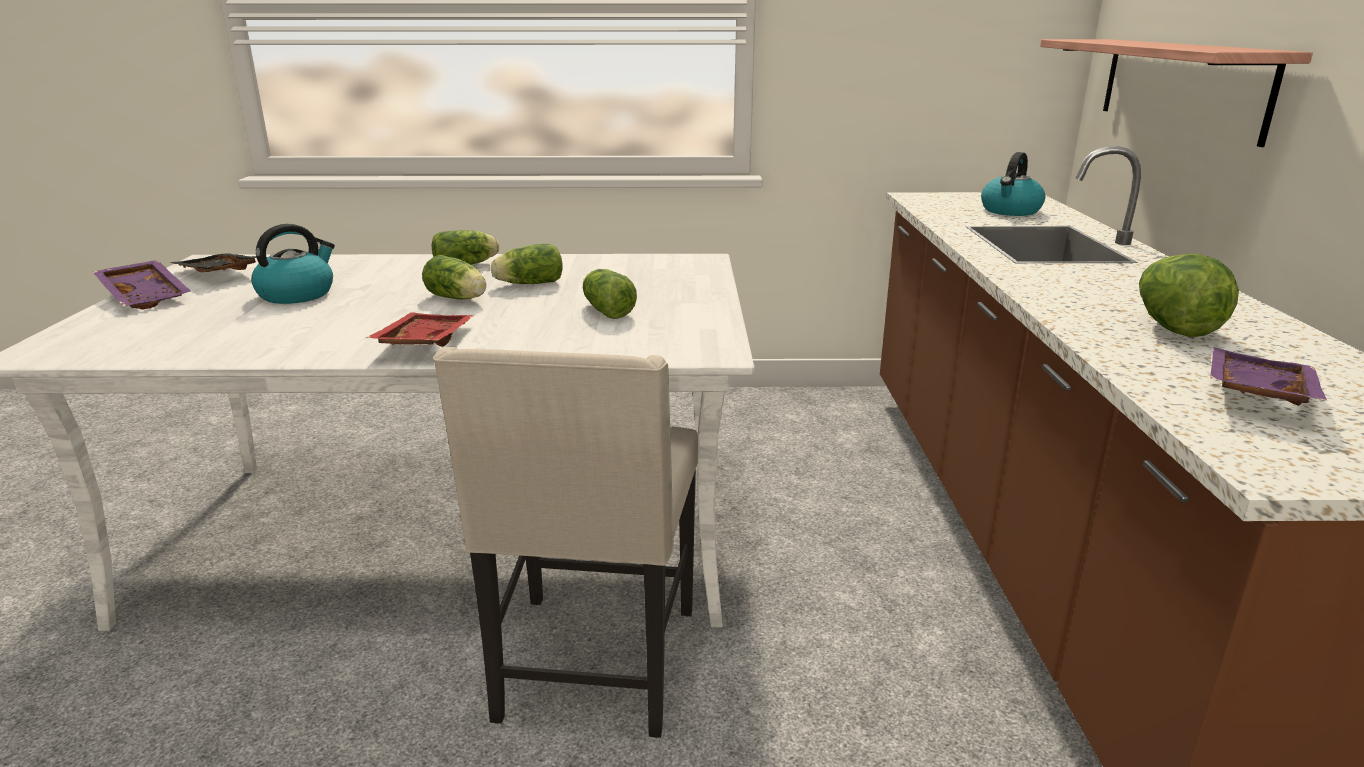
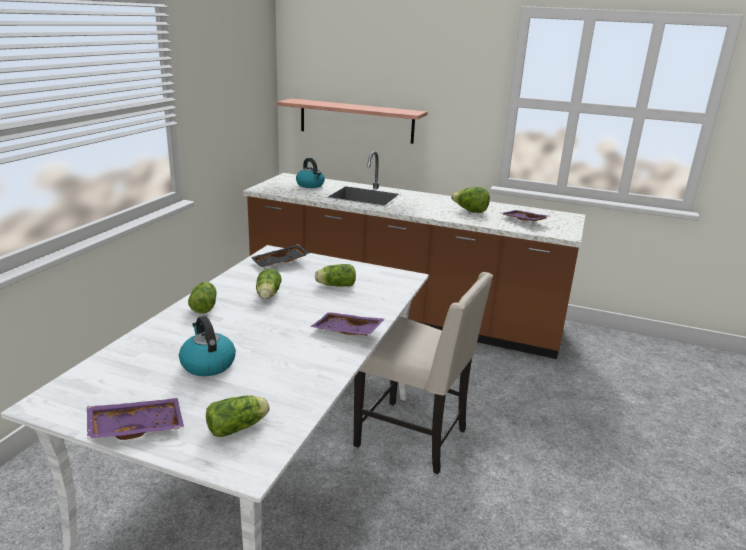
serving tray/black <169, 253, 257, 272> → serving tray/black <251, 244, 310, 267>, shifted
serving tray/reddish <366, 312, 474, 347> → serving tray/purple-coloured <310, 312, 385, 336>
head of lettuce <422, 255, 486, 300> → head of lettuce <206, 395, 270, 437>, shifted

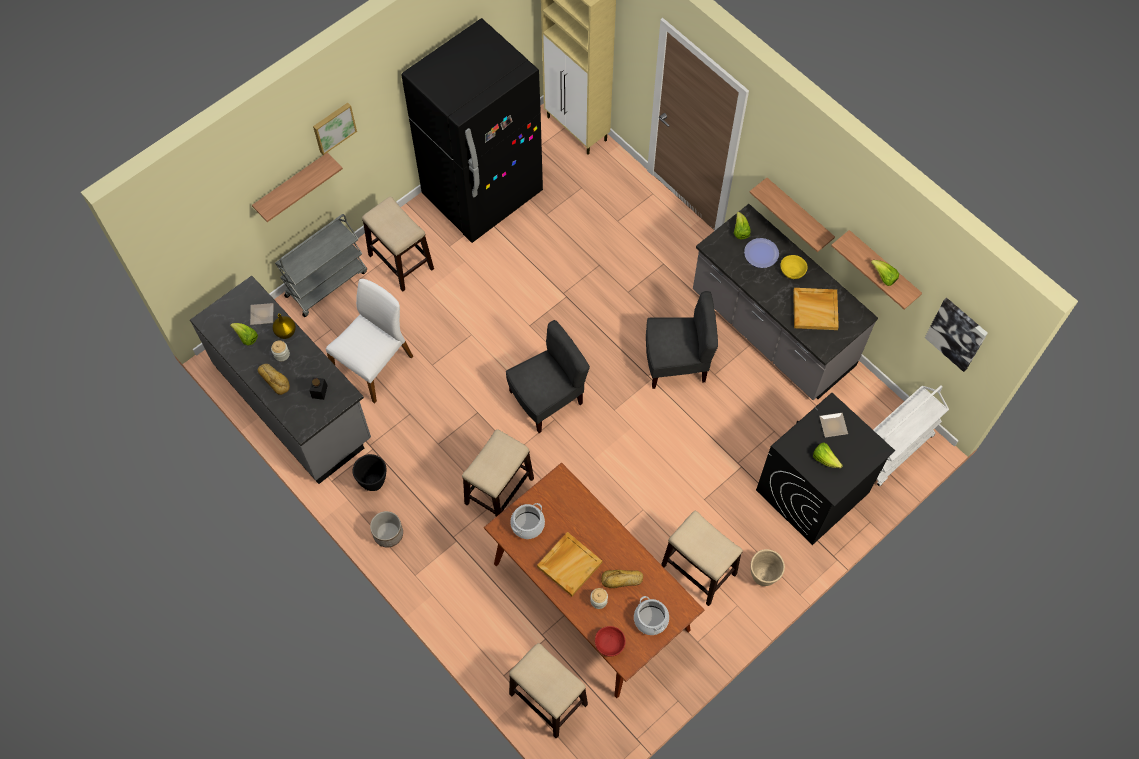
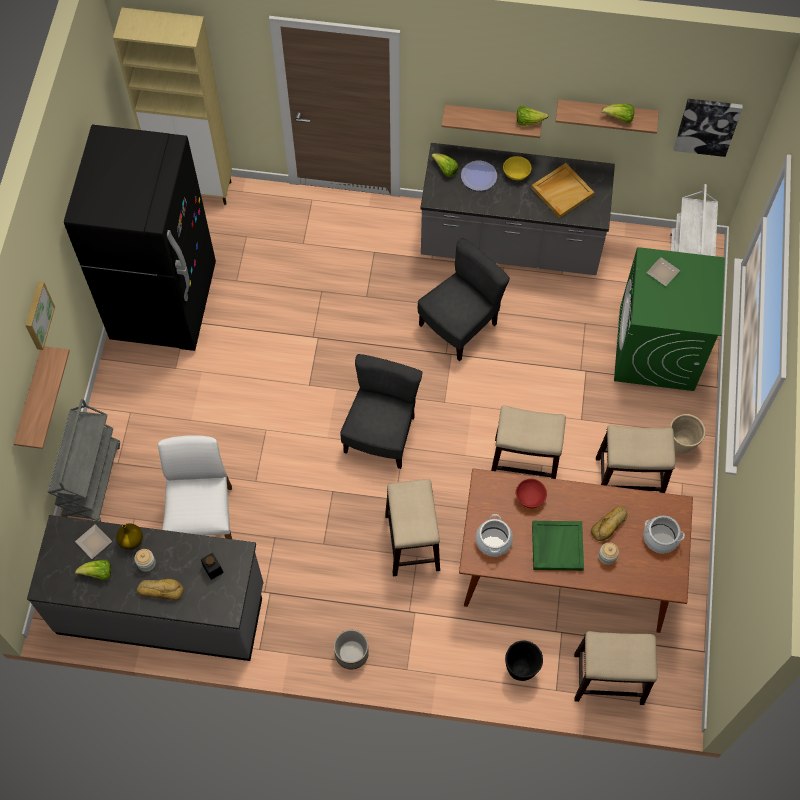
flower pot/black <353, 454, 386, 491> → flower pot/black <505, 641, 543, 681>, shifted
stool seat <362, 196, 434, 292> → stool seat <491, 405, 566, 479>, shifted
serving tray/sand-coloured <537, 532, 602, 596> → serving tray/green <532, 521, 584, 571>
deep dish/reddish <595, 626, 626, 657> → deep dish/reddish <516, 479, 547, 508>, shifted
laundry appliance/black <756, 393, 895, 545> → laundry appliance/green <614, 247, 725, 391>
head of lettuce <813, 443, 843, 468> → head of lettuce <517, 106, 548, 126>, shifted

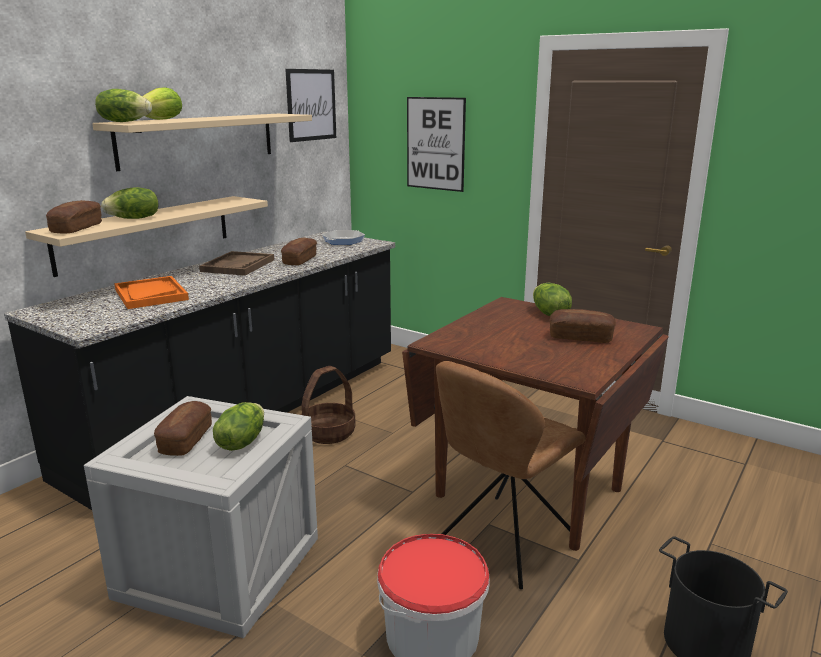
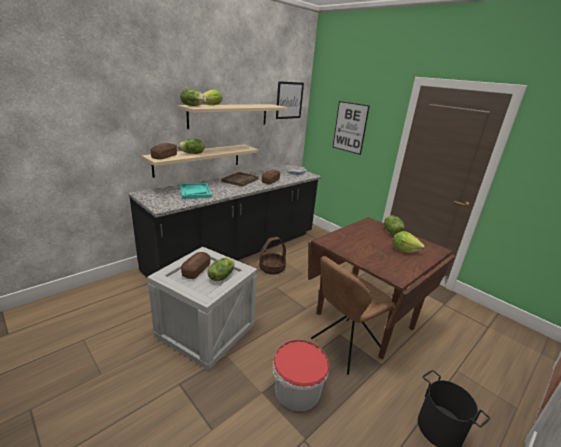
serving tray/orangey <114, 276, 189, 309> → serving tray/turquoise-coloured <180, 183, 212, 199>
bakery bread <550, 309, 616, 343> → head of lettuce <393, 231, 425, 253>

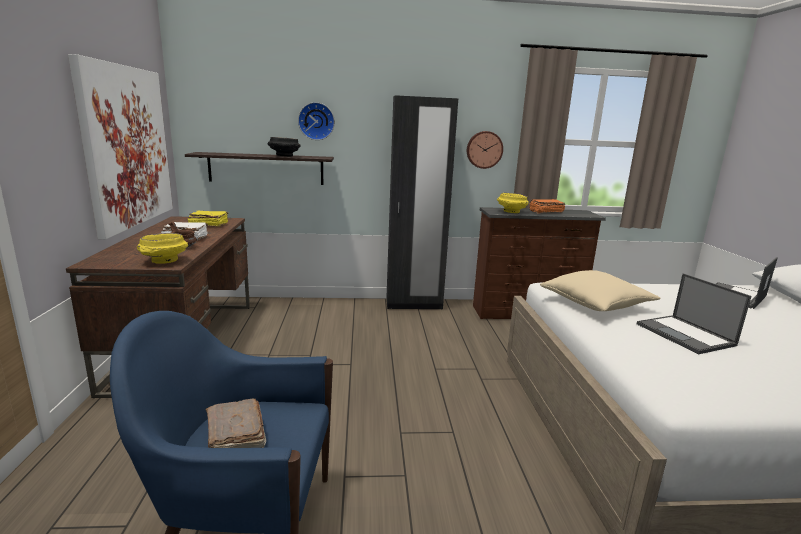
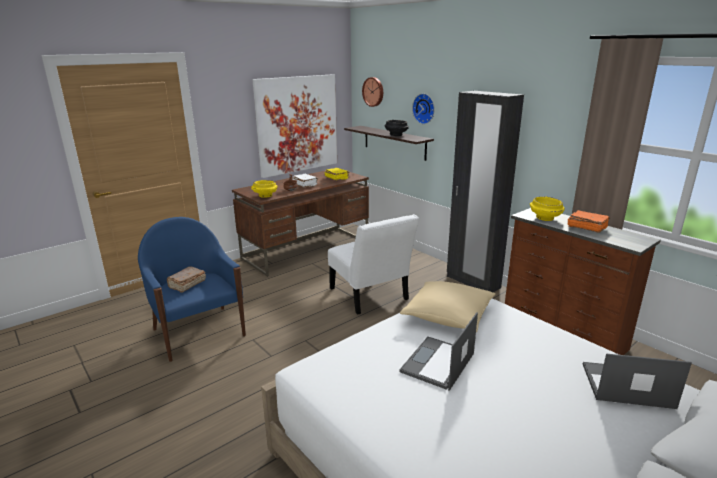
hanging clock <467, 131, 503, 169> → hanging clock <362, 77, 383, 107>, shifted
- → plain chair/white <328, 214, 419, 315>

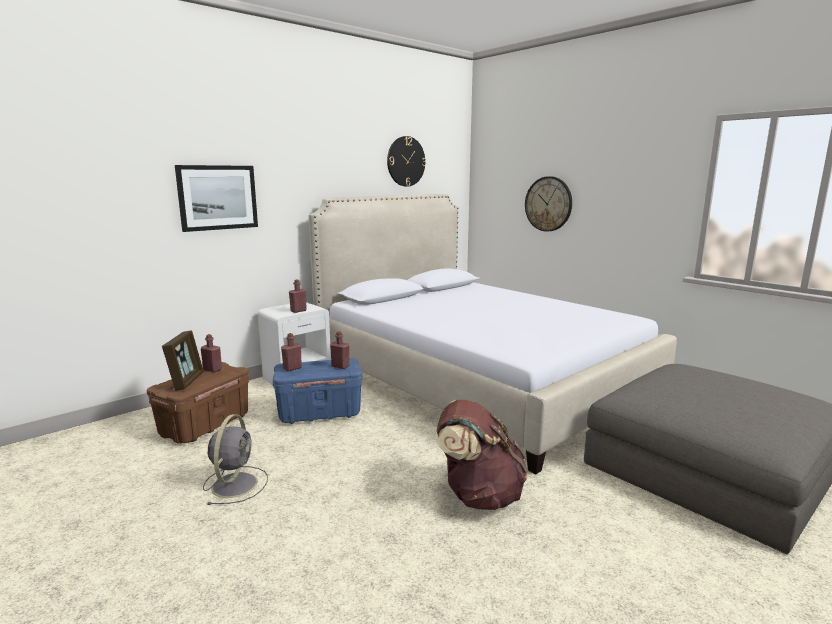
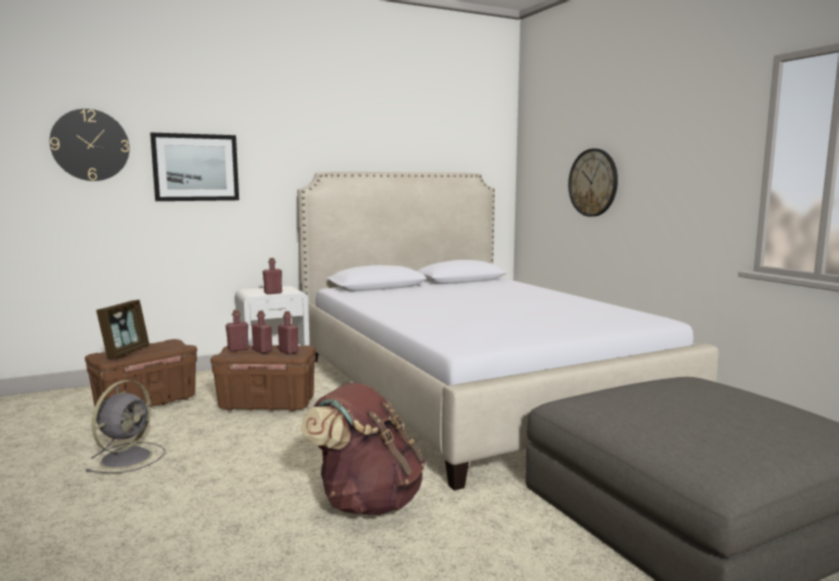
beverage bottle/reddish <201, 334, 222, 373> → beverage bottle/reddish <252, 311, 272, 353>, shifted
storage container/blue-coloured <273, 358, 363, 424> → storage container/brown <211, 345, 316, 411>
hanging clock <387, 136, 426, 187> → hanging clock <50, 109, 129, 181>, shifted

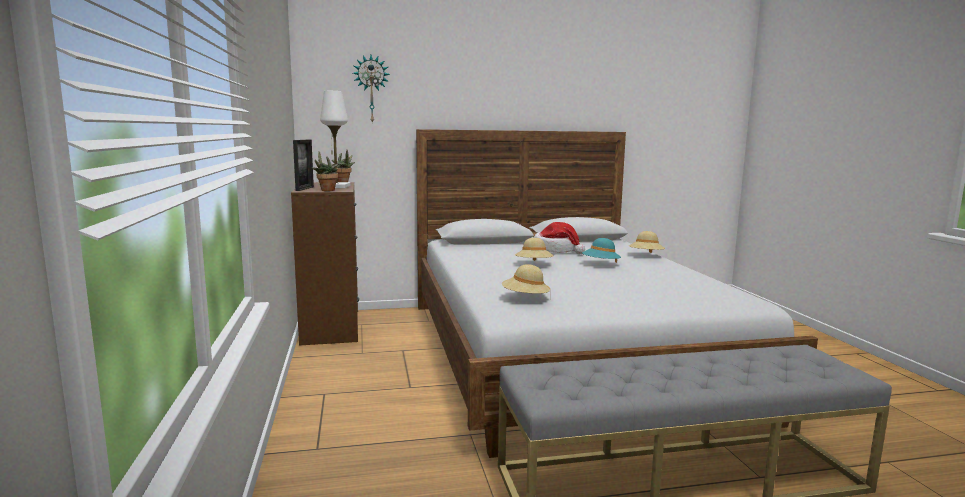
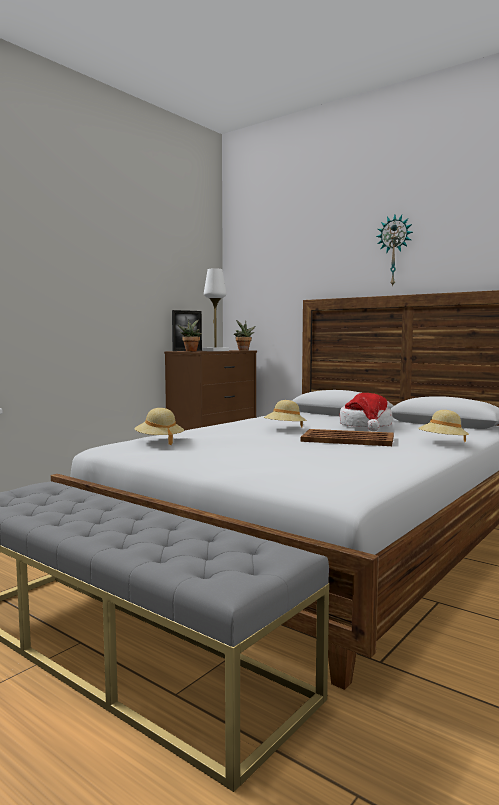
hanging clock <353, 55, 390, 124> → hanging clock <376, 215, 413, 287>, shifted
clothing hat/turquoise-coloured <582, 238, 621, 263> → serving tray/brown <301, 429, 394, 446>

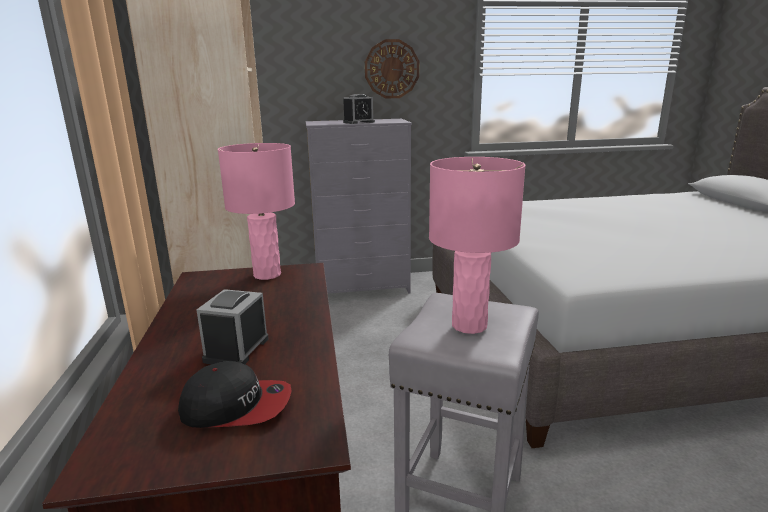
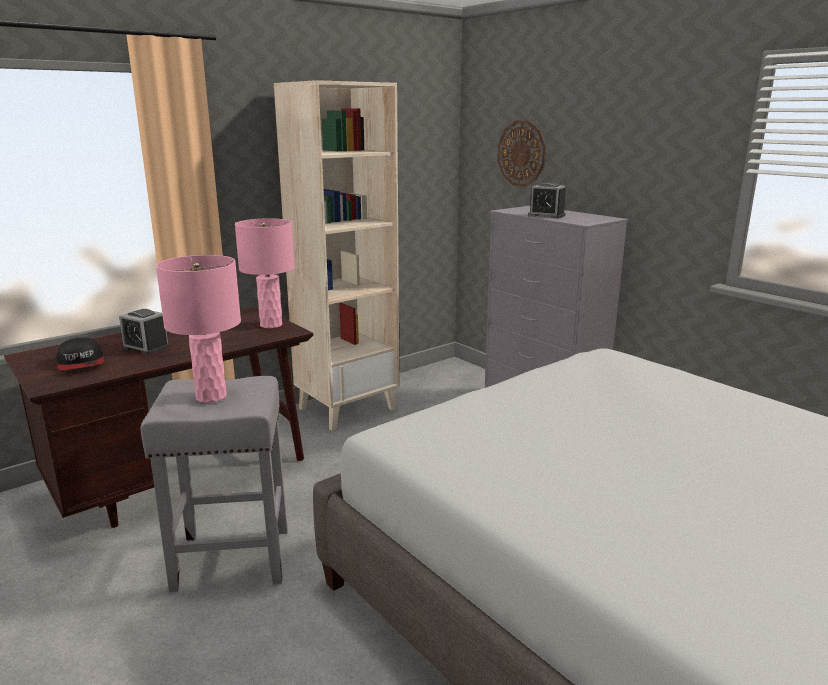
table clock <197, 289, 269, 364> → table clock <119, 309, 170, 355>, 135 degrees counterclockwise
hanging clock <365, 39, 419, 99> → hanging clock <497, 121, 546, 187>, shifted

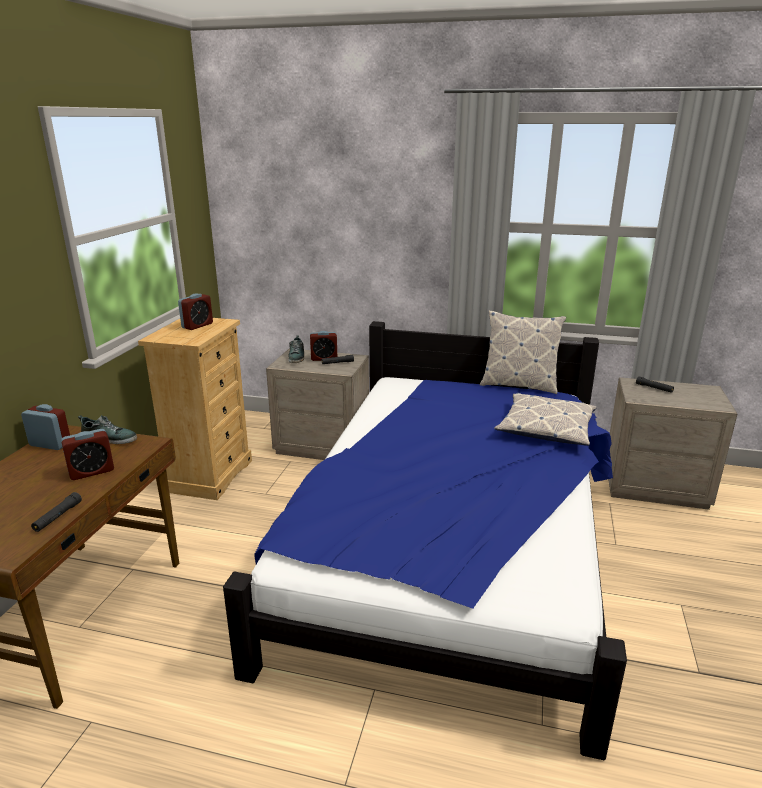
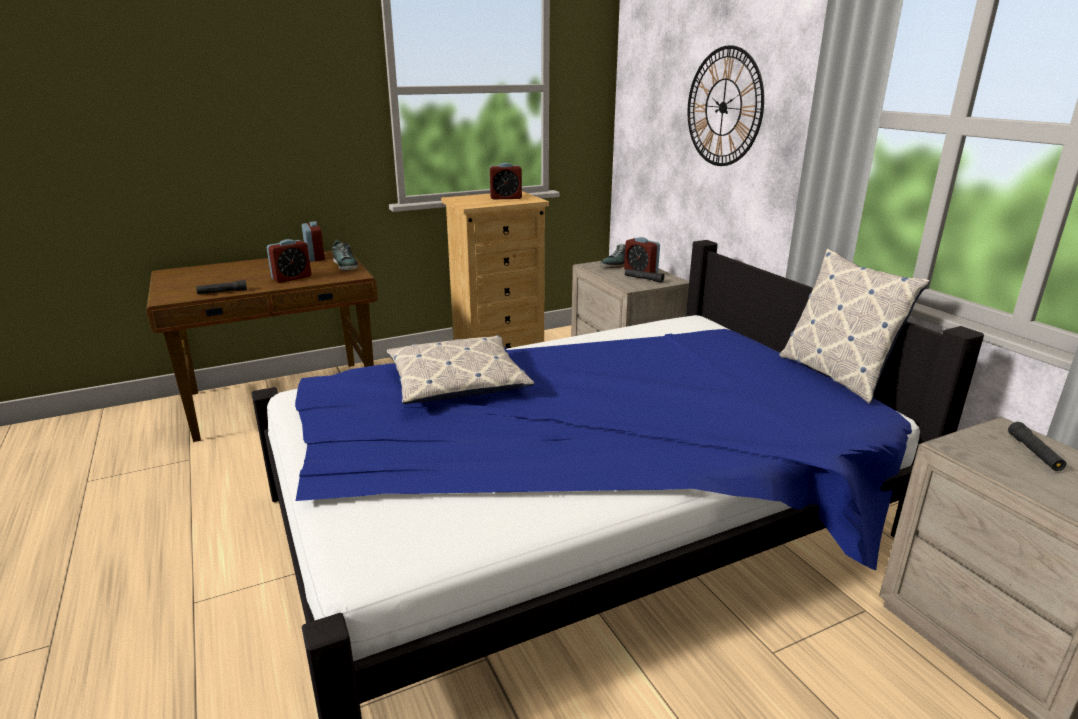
table clock <61, 429, 114, 480> → table clock <267, 239, 312, 283>, 60 degrees counterclockwise
throw pillow <494, 393, 597, 446> → throw pillow <387, 335, 534, 404>, shifted
- → hanging clock <688, 45, 764, 166>

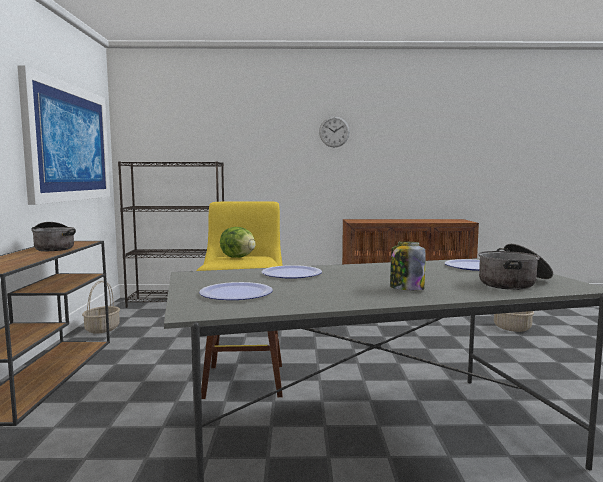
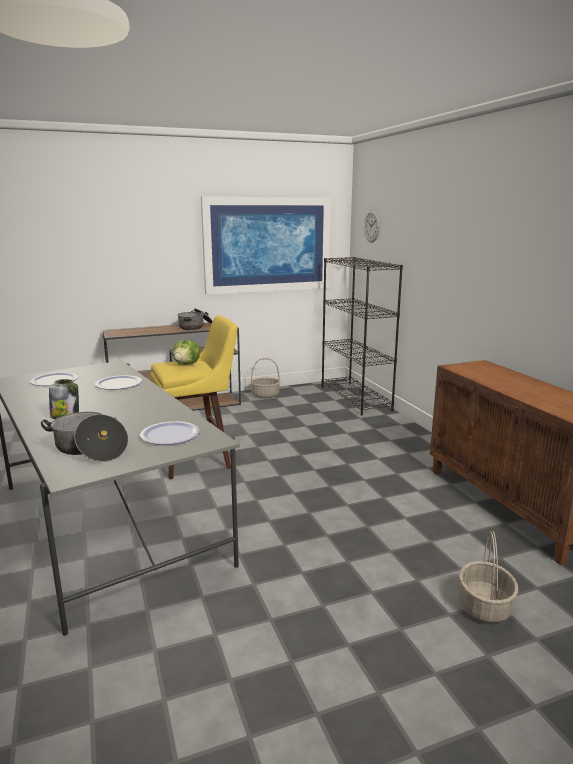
hanging clock <319, 116, 350, 148> → hanging clock <364, 210, 380, 243>, shifted

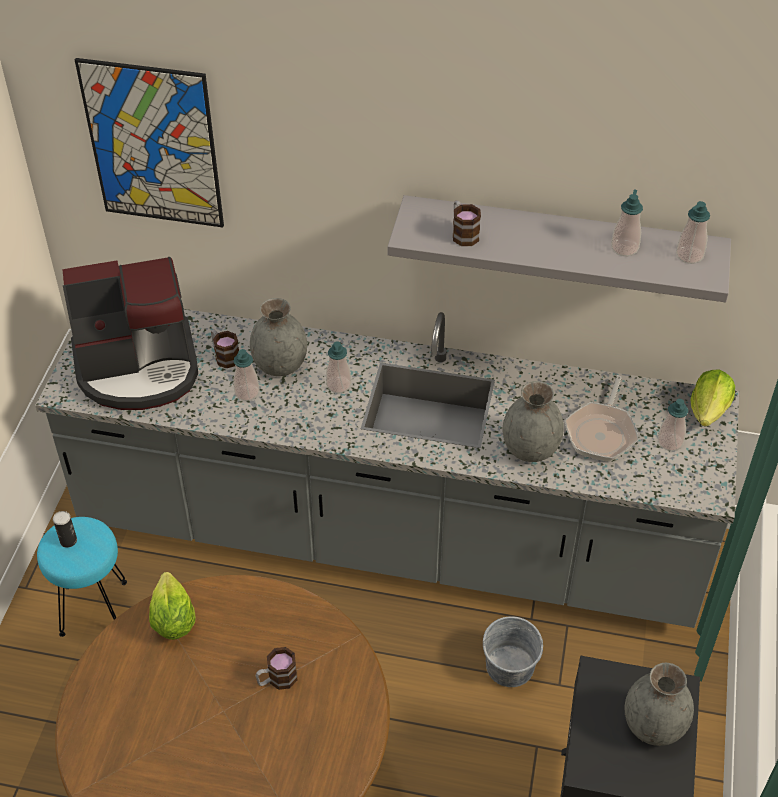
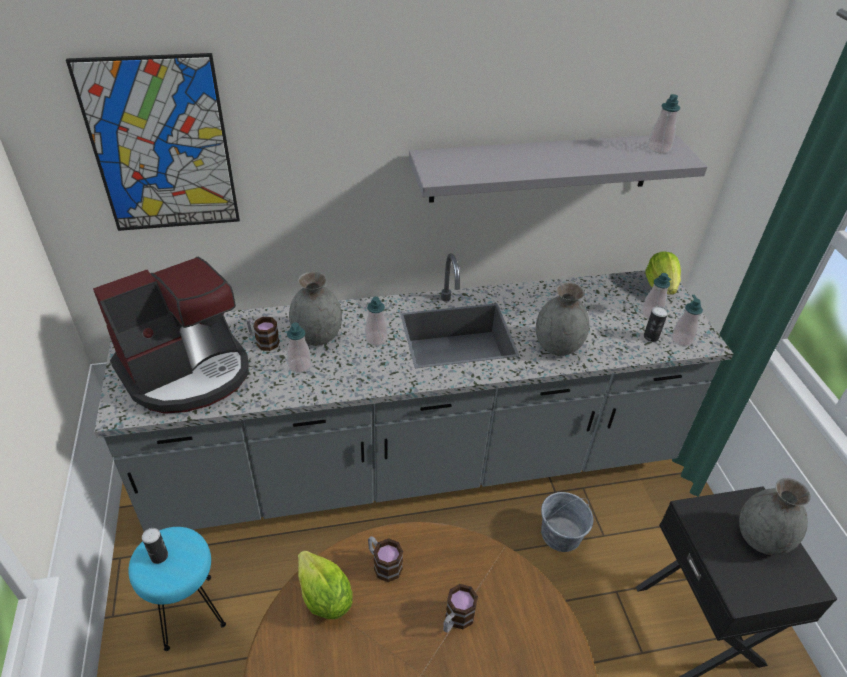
coffee mug <453, 201, 481, 246> → coffee mug <368, 536, 403, 582>, shifted
skillet <564, 375, 639, 462> → -
soap bottle <611, 190, 643, 256> → soap bottle <671, 295, 703, 346>, shifted
- → metal can <644, 306, 668, 342>

